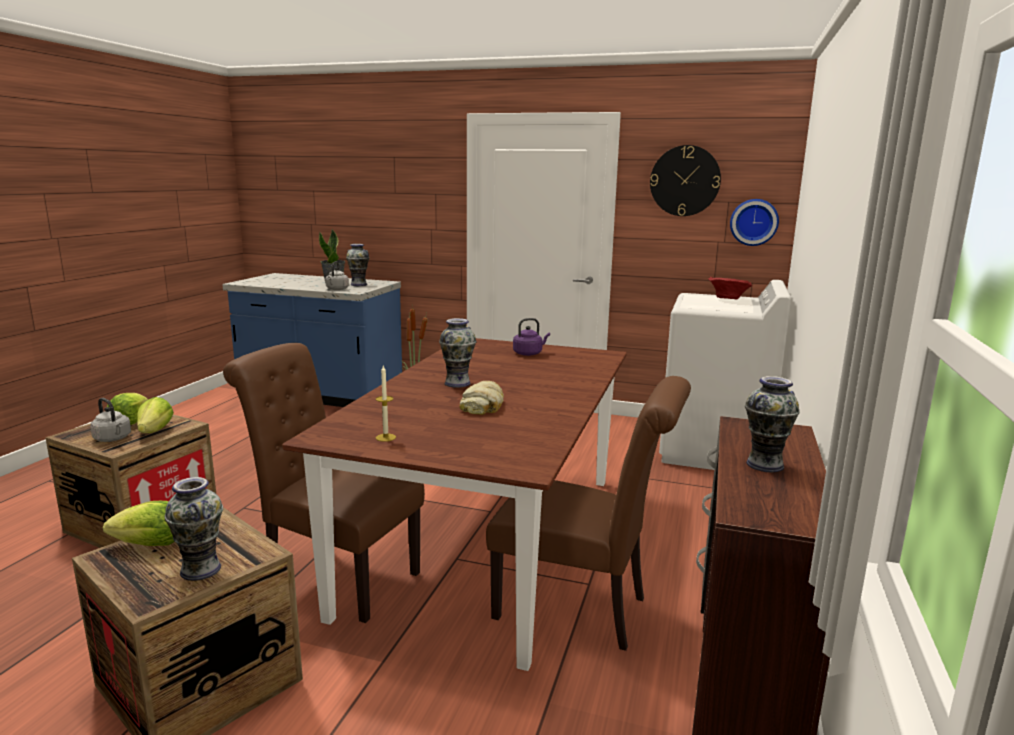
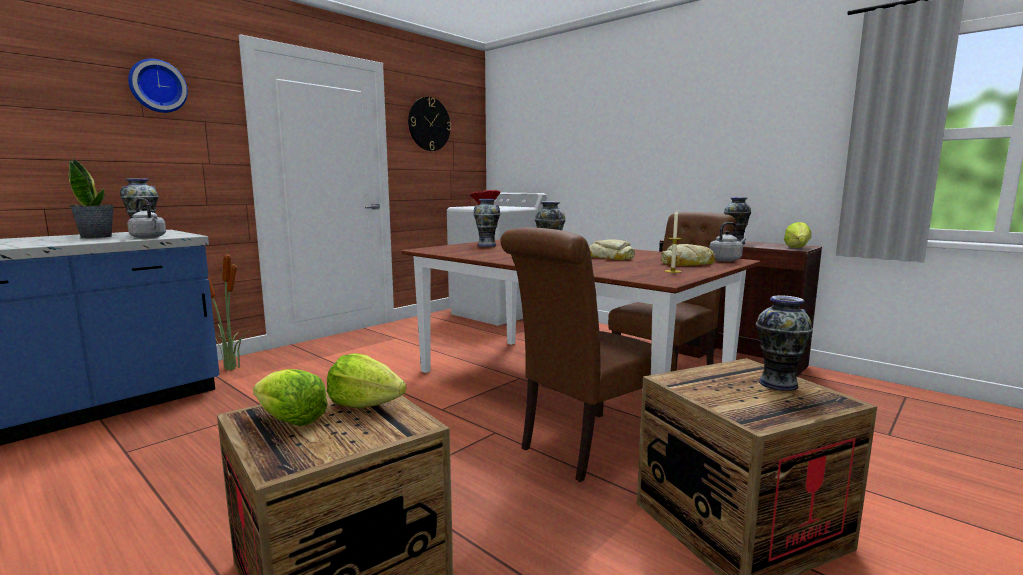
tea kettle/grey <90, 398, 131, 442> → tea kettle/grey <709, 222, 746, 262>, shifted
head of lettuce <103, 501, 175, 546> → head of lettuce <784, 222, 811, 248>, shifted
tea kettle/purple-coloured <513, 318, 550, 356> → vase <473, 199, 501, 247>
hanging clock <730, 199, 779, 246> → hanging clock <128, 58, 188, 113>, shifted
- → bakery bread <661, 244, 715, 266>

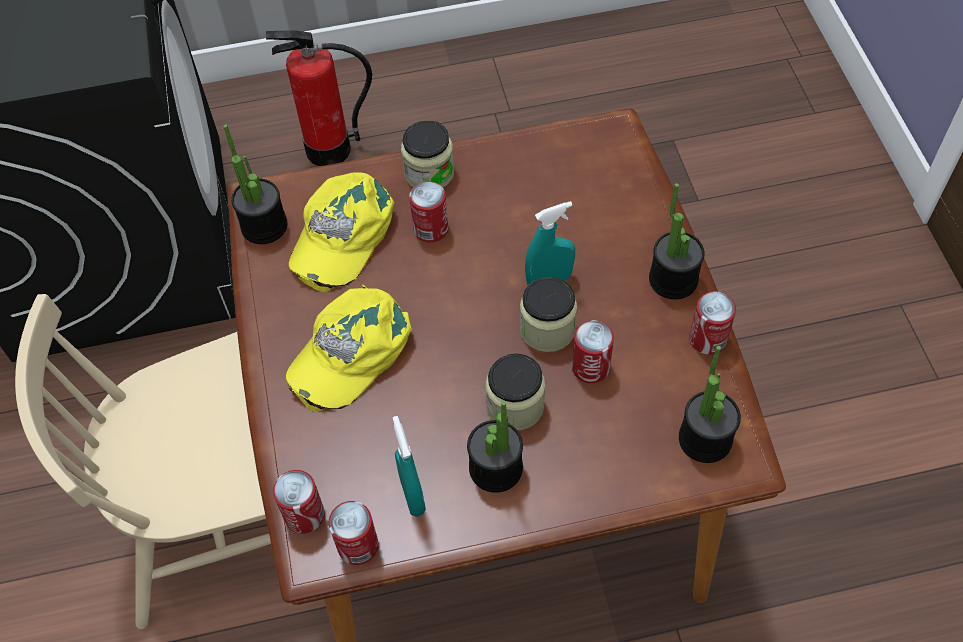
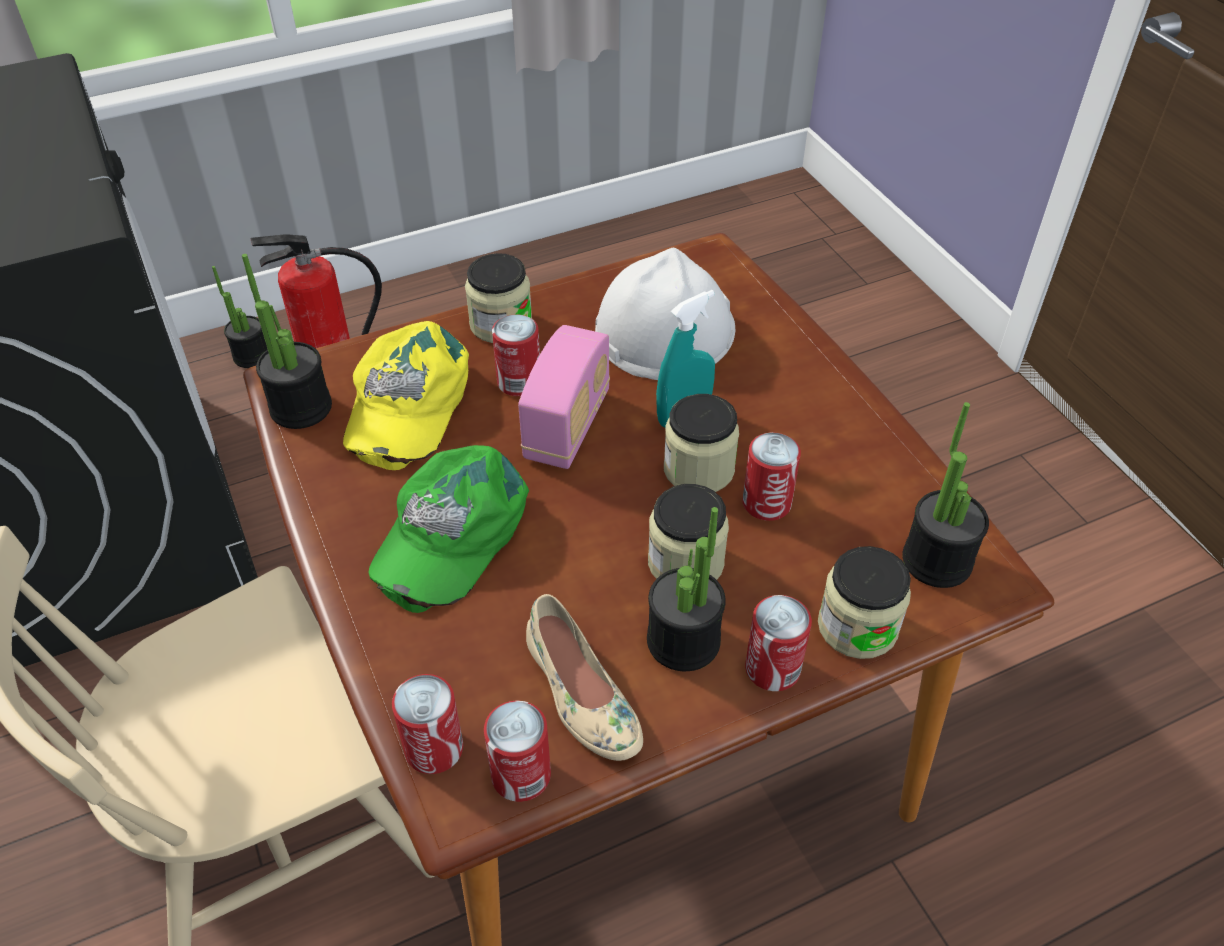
baseball cap/yellowish <286, 285, 412, 411> → baseball cap/green <368, 445, 529, 613>
spray bottle/turquoise-coloured <393, 416, 426, 517> → shoe/sand-coloured <526, 594, 643, 761>
houseplant <649, 183, 705, 299> → houseplant <212, 266, 268, 368>, shifted
metal can <689, 291, 736, 355> → metal can <745, 595, 812, 691>, shifted
- → radio receiver <518, 325, 610, 469>
- → work helmet/white <595, 248, 735, 380>
- → storage jar <818, 546, 911, 659>

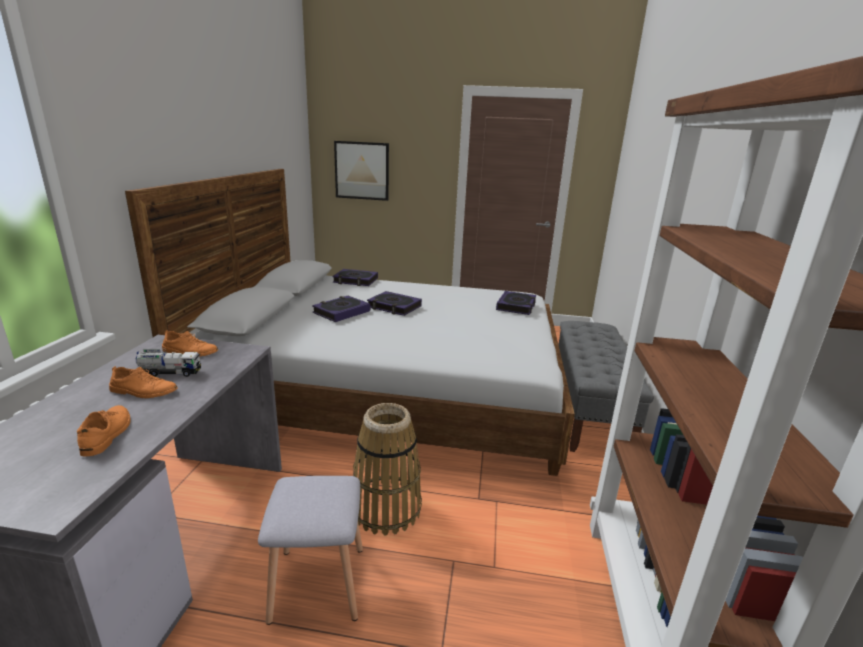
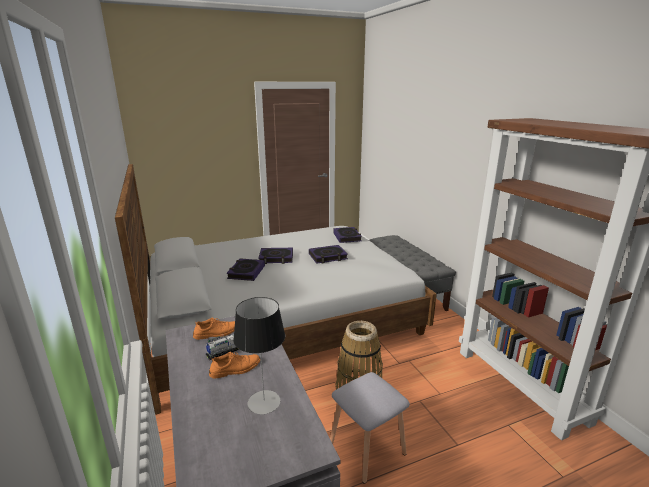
shoe/orangey <77, 405, 130, 456> → tabletop lamp <233, 297, 285, 414>
book <333, 269, 378, 286> → book <309, 245, 348, 264>, shifted
picture <334, 141, 389, 201> → -

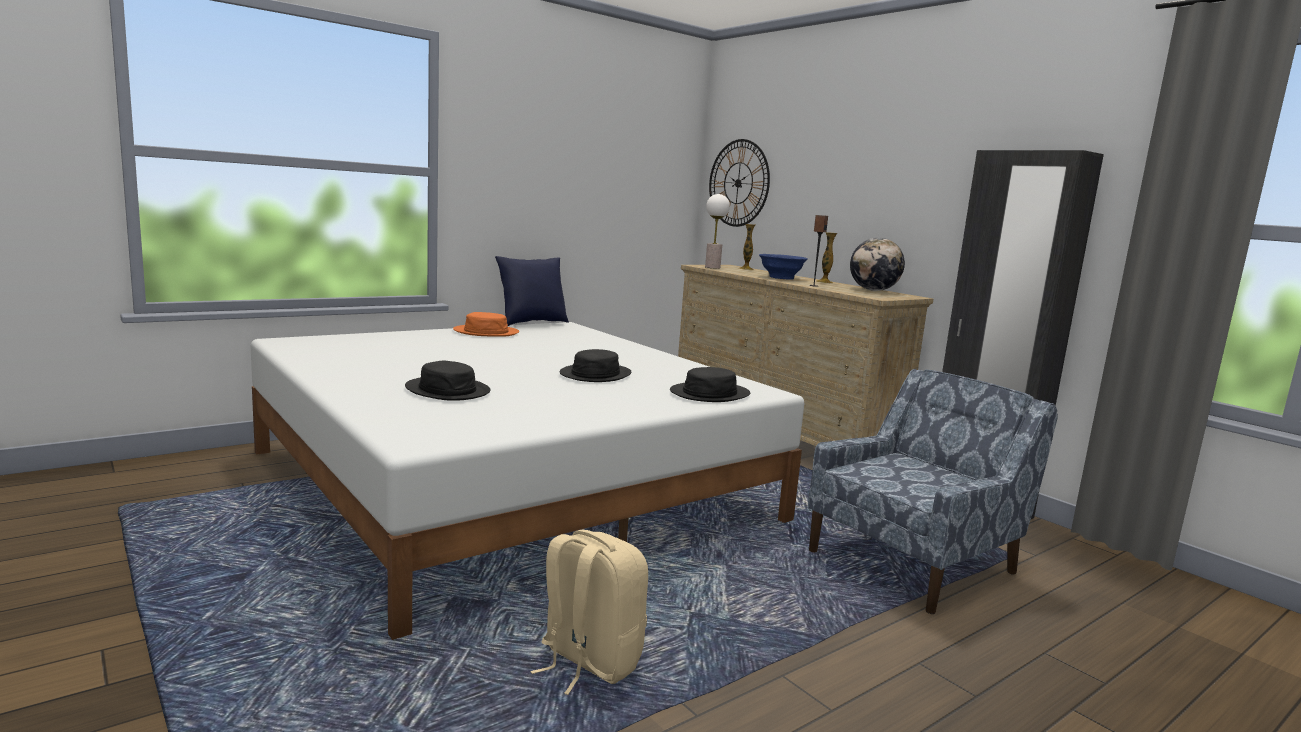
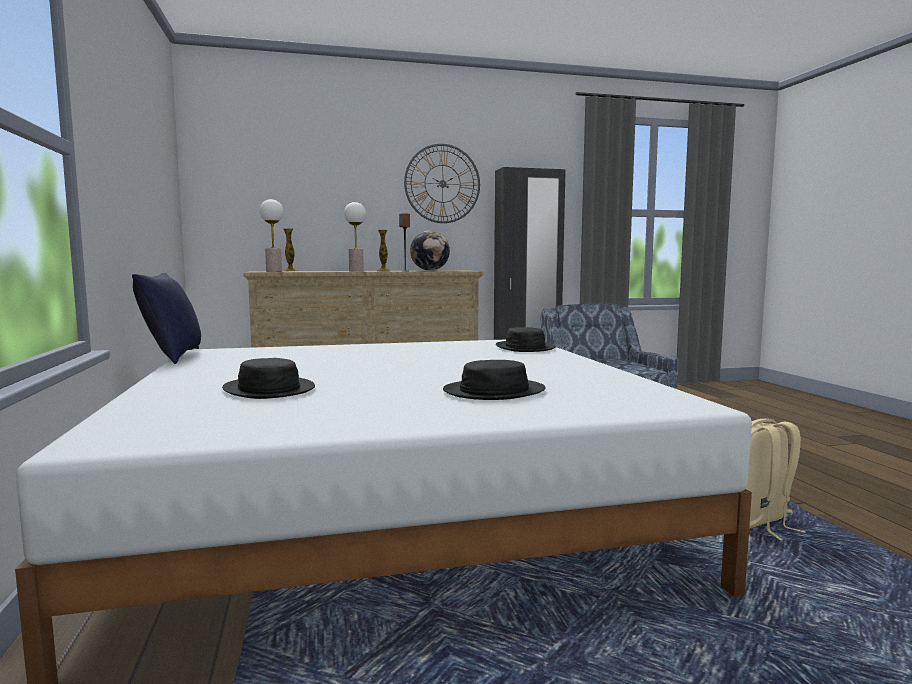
clothing hat/orangey <453, 312, 519, 337> → -
clothing hat/black <559, 349, 632, 382> → clothing hat/black <222, 358, 315, 399>, shifted
hanging clock <709, 139, 770, 227> → hanging clock <404, 144, 480, 223>, shifted
deep dish/blue-coloured <759, 254, 808, 280> → tabletop lamp <344, 202, 366, 271>

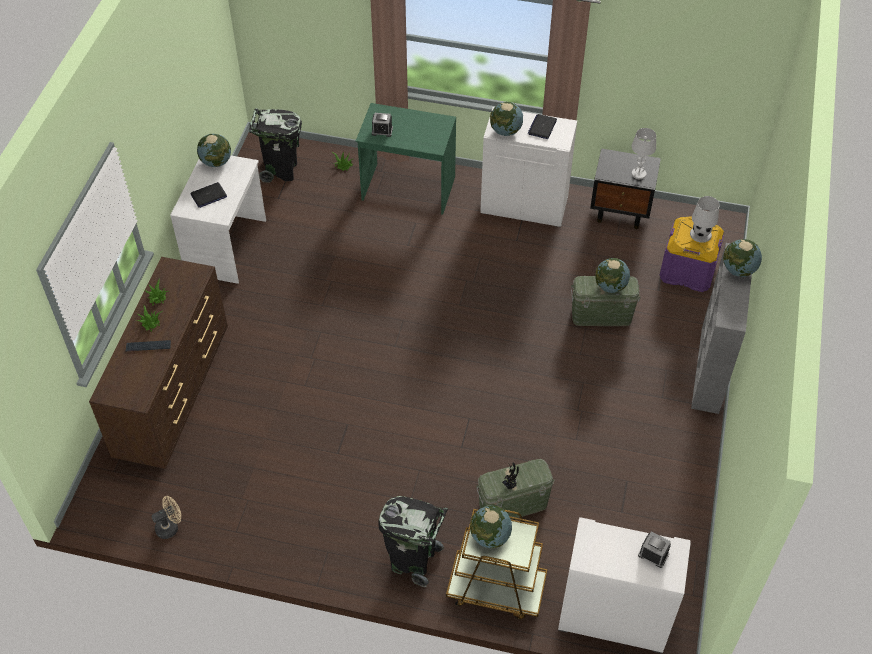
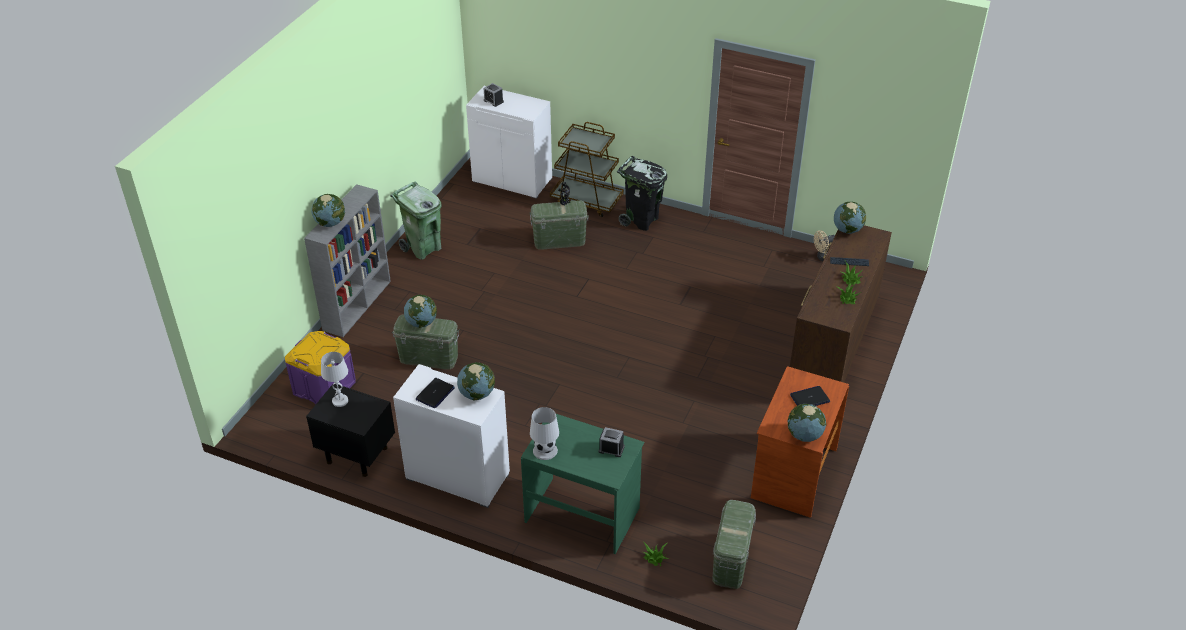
desk unit/white <170, 156, 266, 284> → desk unit/brown <751, 366, 849, 518>
trash can/black <249, 108, 302, 183> → storage container/green <713, 500, 756, 589>
desk globe <470, 505, 512, 548> → desk globe <834, 202, 866, 234>, shifted
tabletop lamp/white <690, 196, 720, 243> → tabletop lamp/white <530, 407, 559, 460>, shifted
- → trash can/green <390, 182, 442, 260>

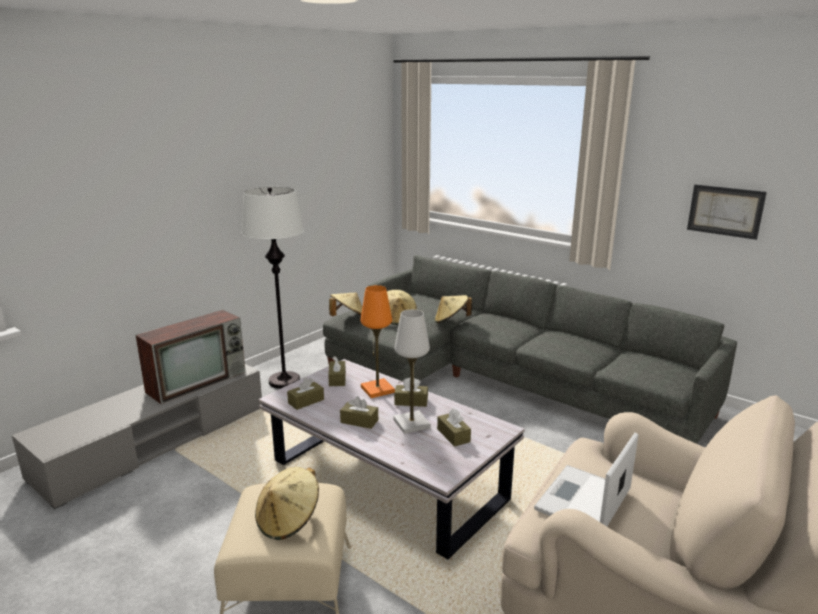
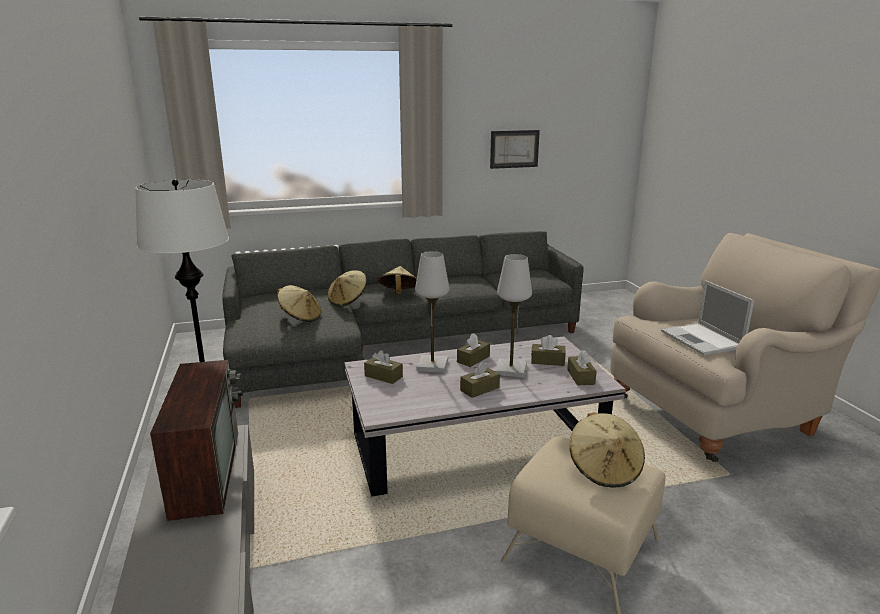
box of tissues/brown <287, 377, 324, 410> → box of tissues/brown <567, 350, 597, 385>, shifted
clothing hat/sand-coloured <329, 292, 362, 316> → clothing hat/sand-coloured <378, 266, 417, 294>, shifted
tabletop lamp/orangey <361, 285, 395, 398> → tabletop lamp/white <415, 251, 449, 373>

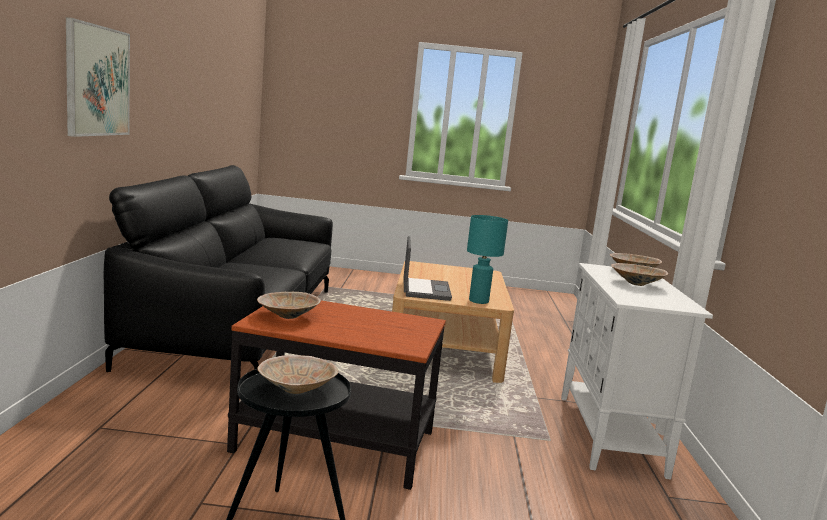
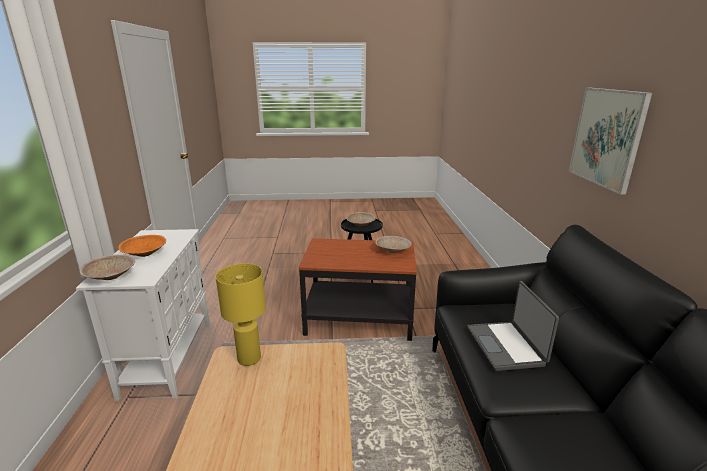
notebook computer <404, 236, 452, 301> → notebook computer <468, 281, 559, 371>, shifted
tabletop lamp/turquoise-coloured <467, 215, 508, 304> → tabletop lamp/yellowish <216, 263, 266, 366>
deep dish/sand-coloured <611, 263, 668, 286> → deep dish/orangey <118, 235, 166, 257>

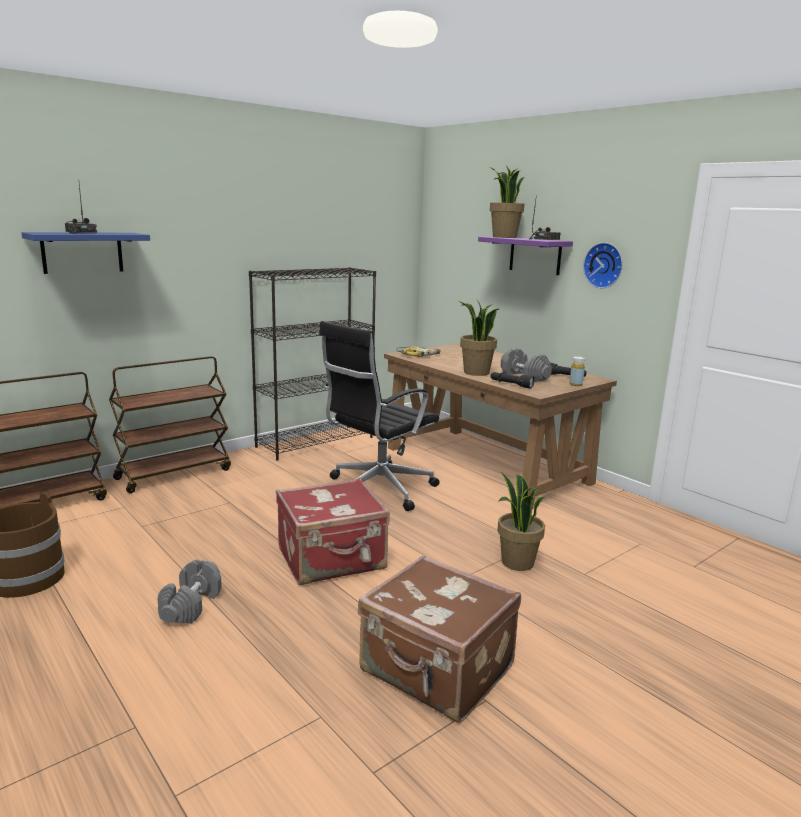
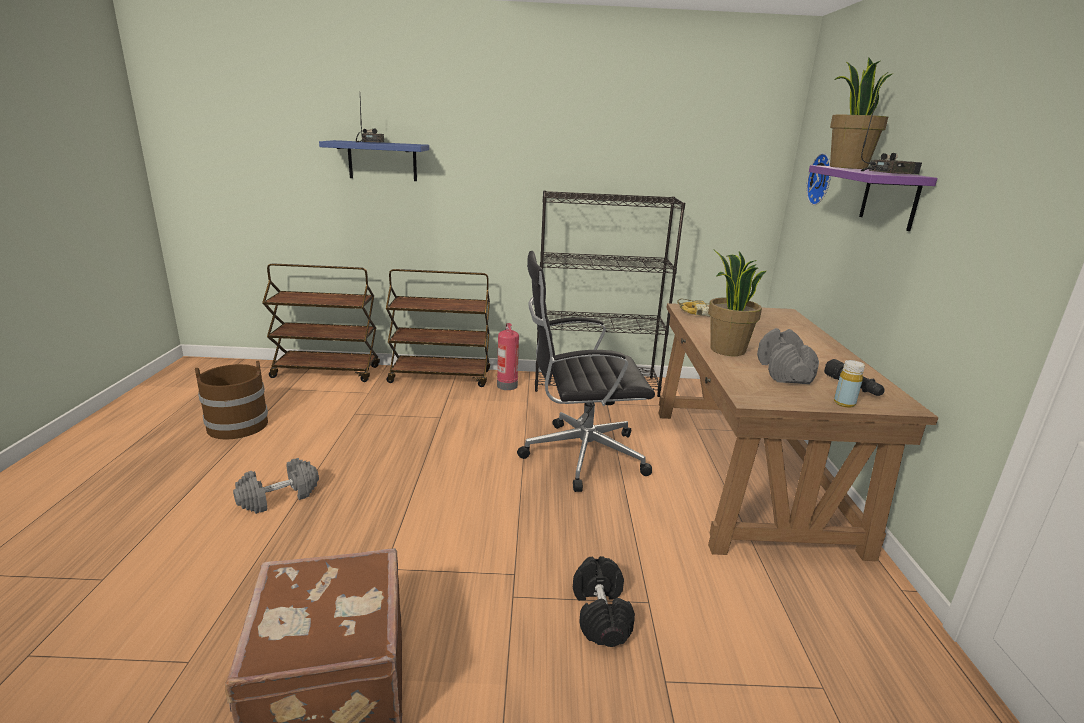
piece of luggage/reddish <276, 478, 390, 585> → -
hand torch/black <491, 372, 535, 389> → -
houseplant <497, 472, 546, 571> → dumbbell/black <573, 556, 635, 647>
hanging clock <583, 242, 623, 288> → hanging clock <806, 153, 831, 205>, shifted
- → extinguisher <497, 323, 519, 390>

